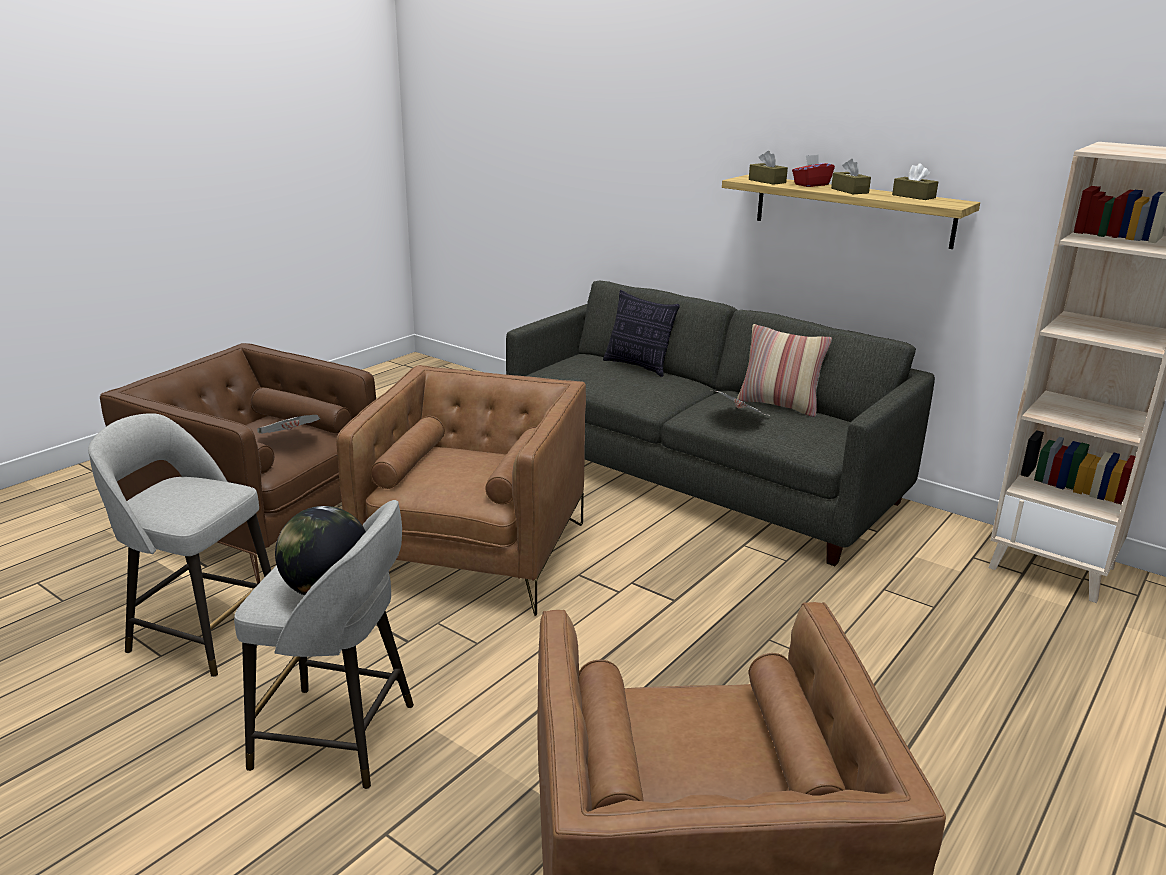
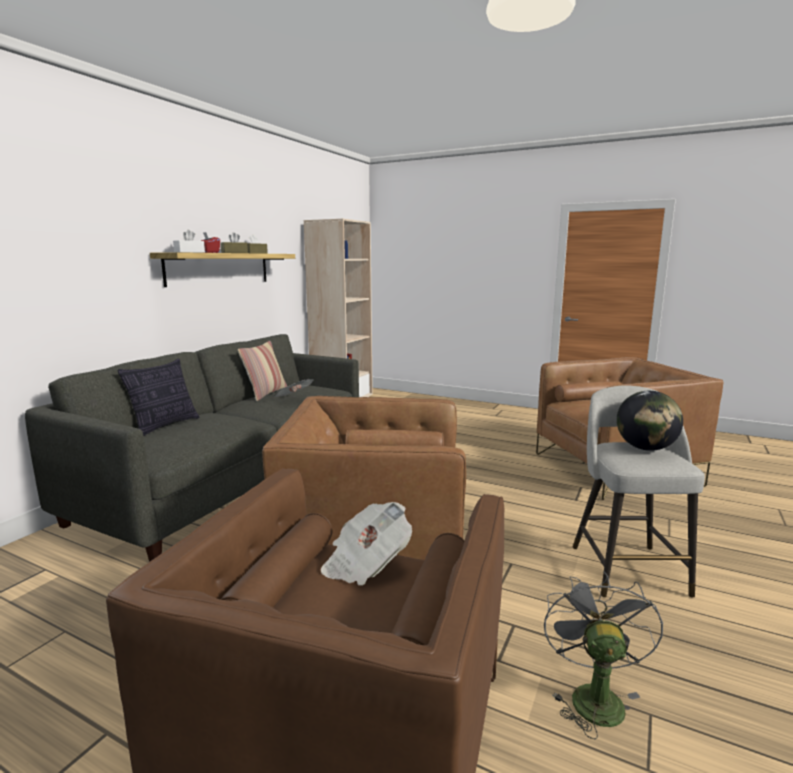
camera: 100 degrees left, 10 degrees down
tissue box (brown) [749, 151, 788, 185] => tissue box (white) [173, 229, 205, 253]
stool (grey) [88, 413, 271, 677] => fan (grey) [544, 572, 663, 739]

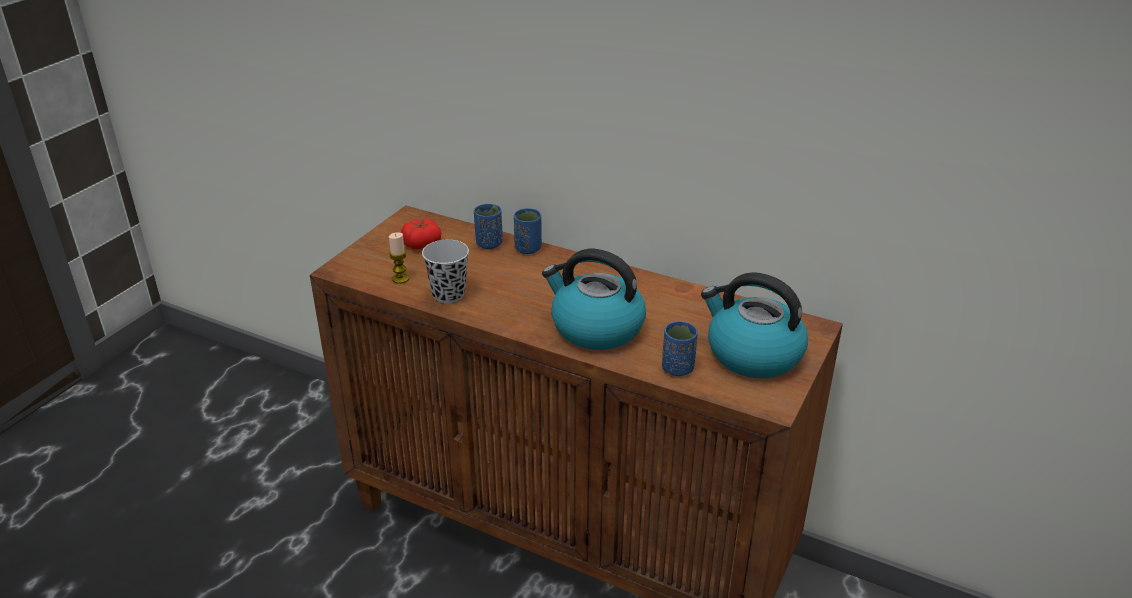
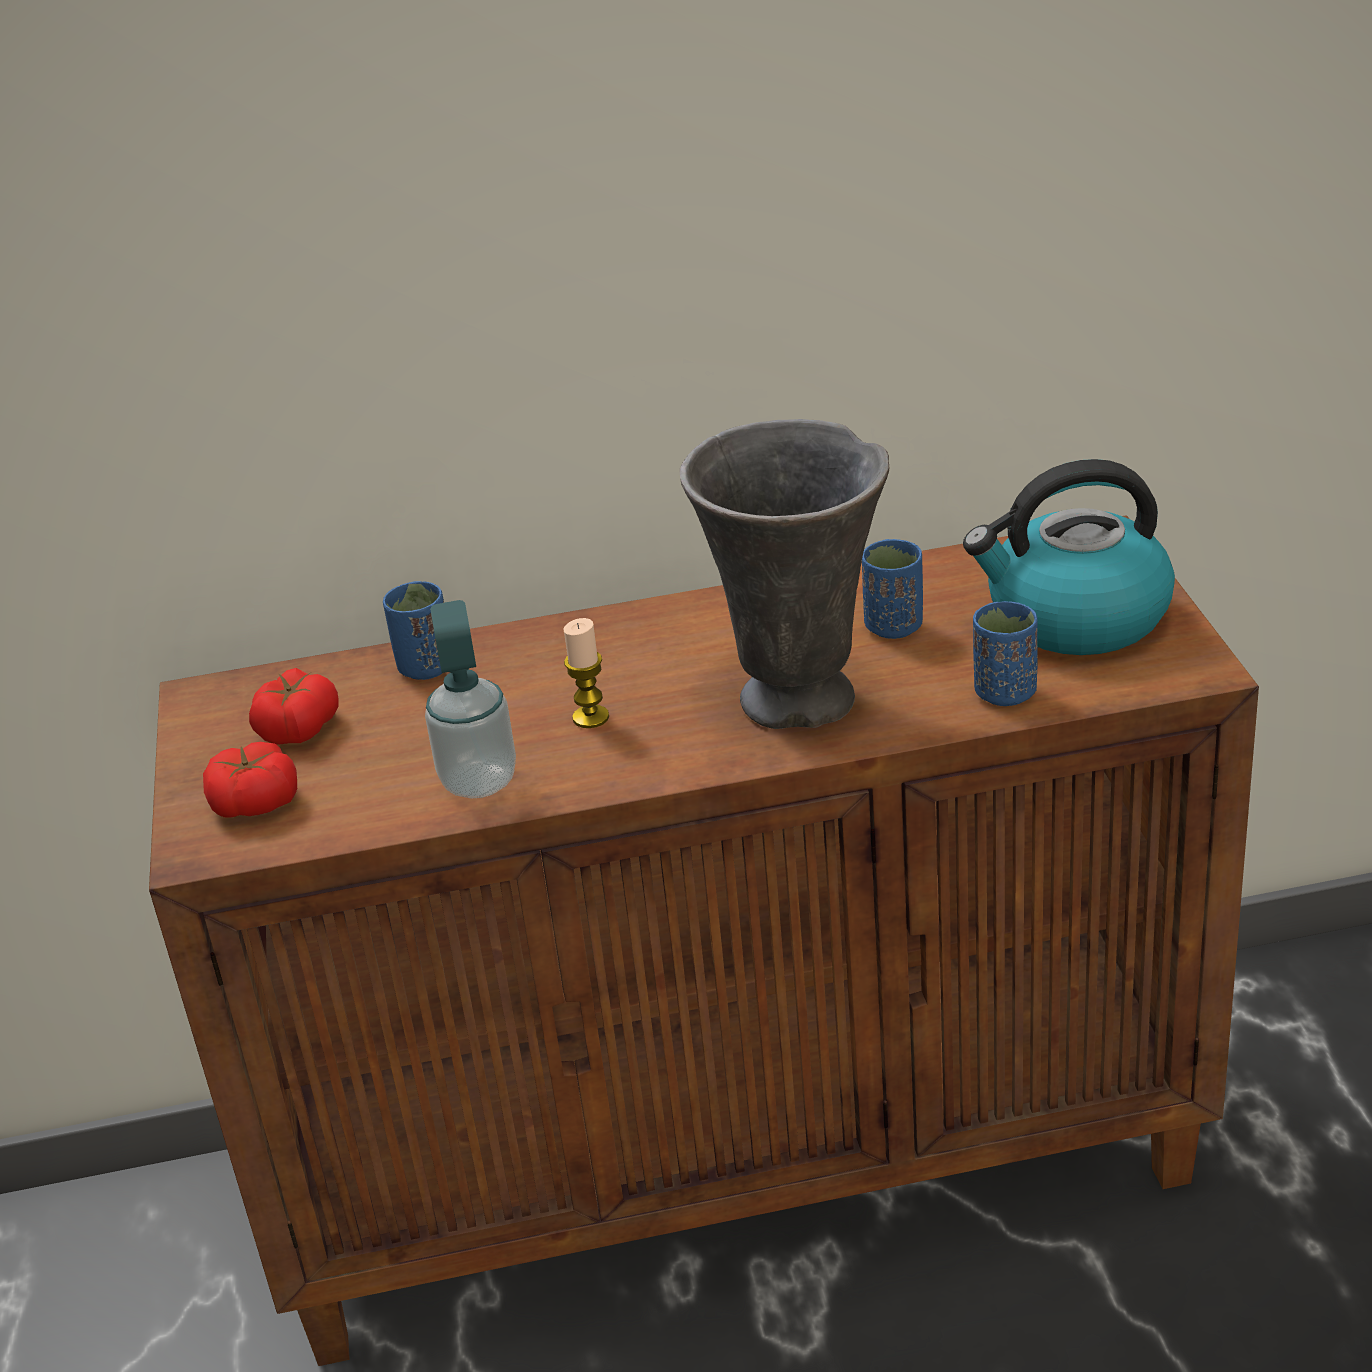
camera: 35 degrees left, 0 degrees up
nothing => tomato [203, 742, 297, 817]
cup (black) [422, 240, 469, 303] => soap dispenser [425, 600, 516, 798]
candle [389, 232, 409, 284] => candle [564, 618, 609, 728], relocated
kettle [542, 249, 646, 350] => vase (grey) [680, 419, 889, 729]
cup (blue) [514, 208, 542, 254] => cup (blue) [862, 539, 923, 639], relocated

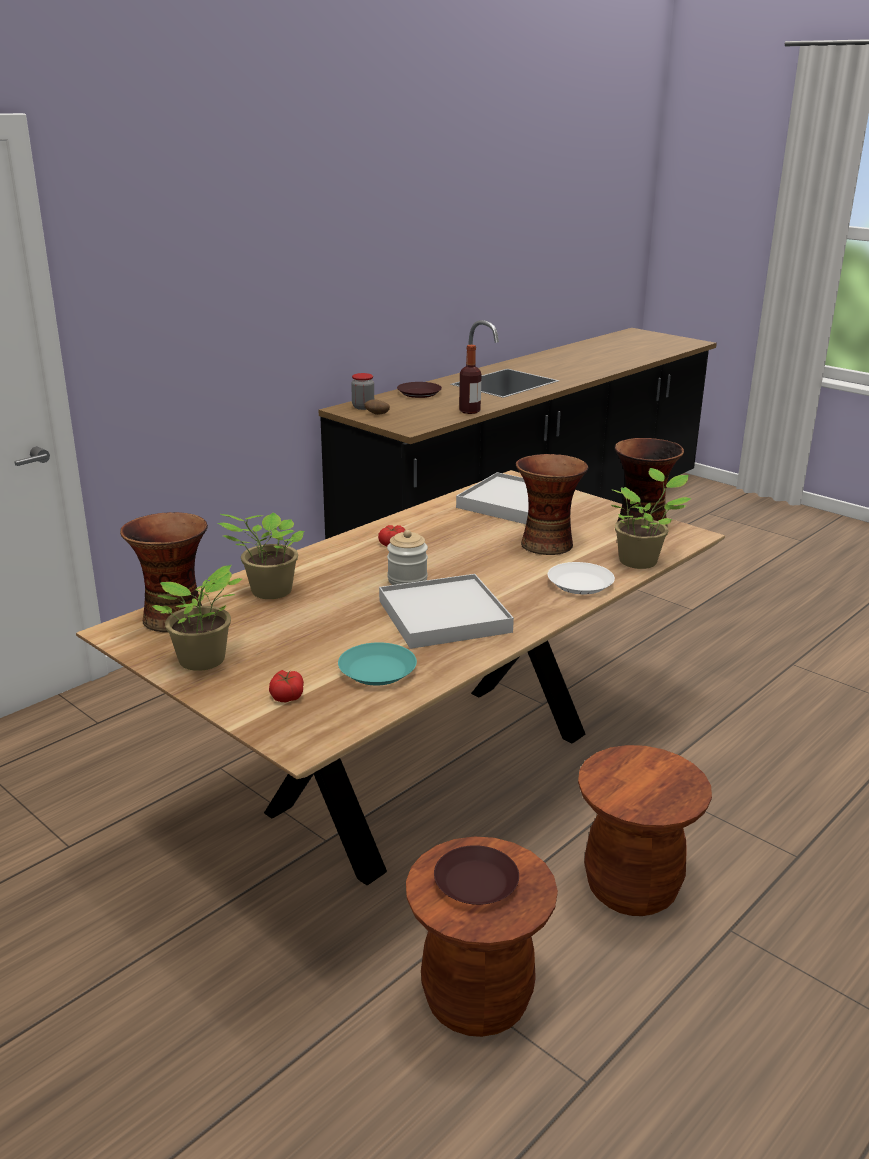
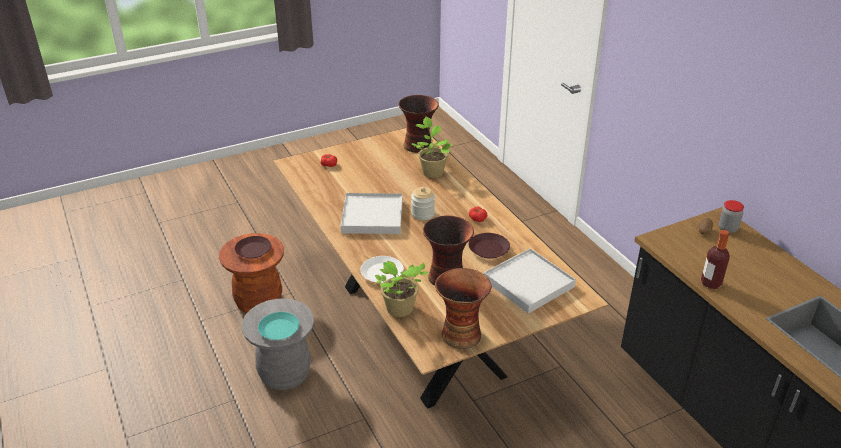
camera: 110 degrees right, 10 degrees up
stool (brown) [578, 745, 712, 916] => stool (grey) [242, 298, 314, 390]
plate (turquoise) [338, 642, 417, 685] => plate (turquoise) [258, 312, 299, 340], relocated
plate (brown) [397, 382, 442, 398] => plate (brown) [469, 233, 510, 259], relocated
potted plant [152, 565, 242, 671] => nothing

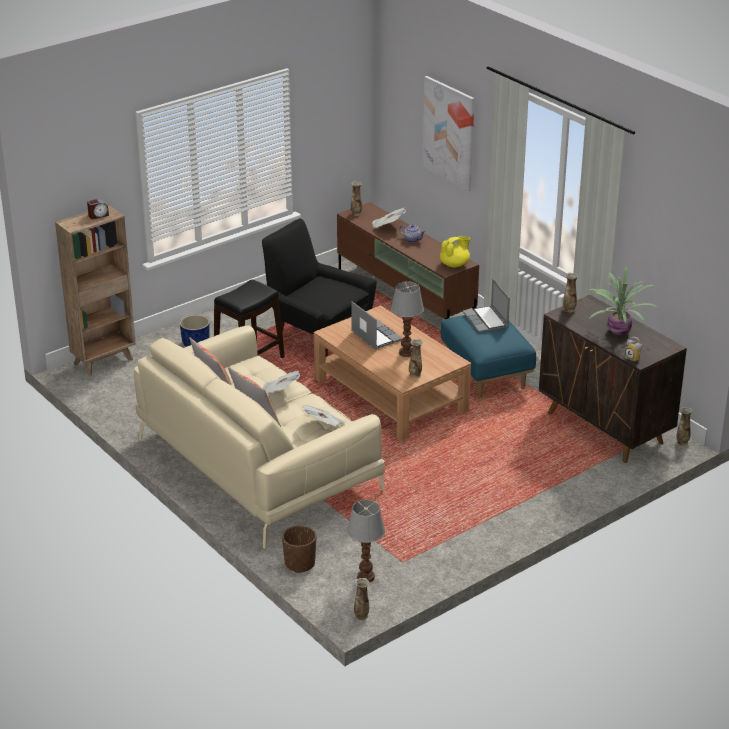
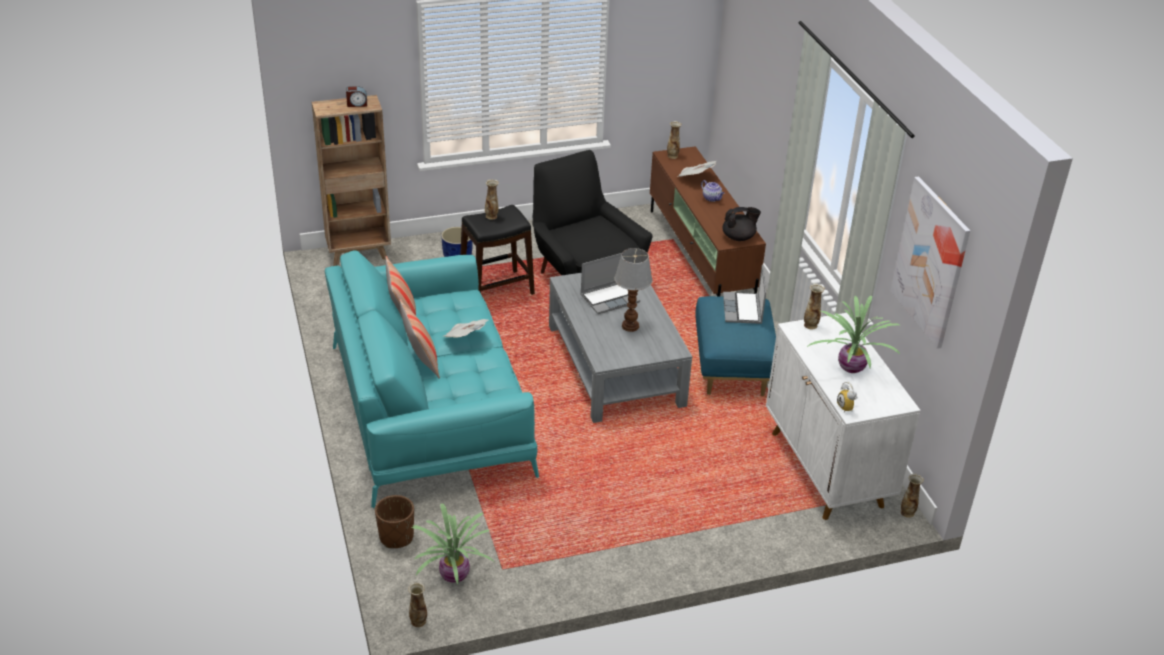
camera: 20 degrees right, 5 degrees up
sofa (beige) [134, 325, 385, 549] => sofa (turquoise) [325, 250, 539, 508]
table lamp [347, 500, 385, 582] => potted plant [411, 503, 494, 585]
vase [409, 339, 423, 378] => vase [485, 179, 499, 220], relocated
coffee table (brown) [314, 306, 471, 441] => coffee table (grey) [549, 273, 692, 423]
laptop [351, 301, 403, 350] => laptop [581, 253, 640, 314], 75 degrees clockwise
teapot (yellow) [440, 236, 470, 268] => teapot (black) [723, 207, 761, 241]
cabinet (brown) [539, 295, 687, 463] => cabinet (white) [766, 313, 921, 520]
picture [423, 76, 474, 192] => picture [891, 176, 970, 349], relocated
newspaper [302, 405, 346, 426] => nothing

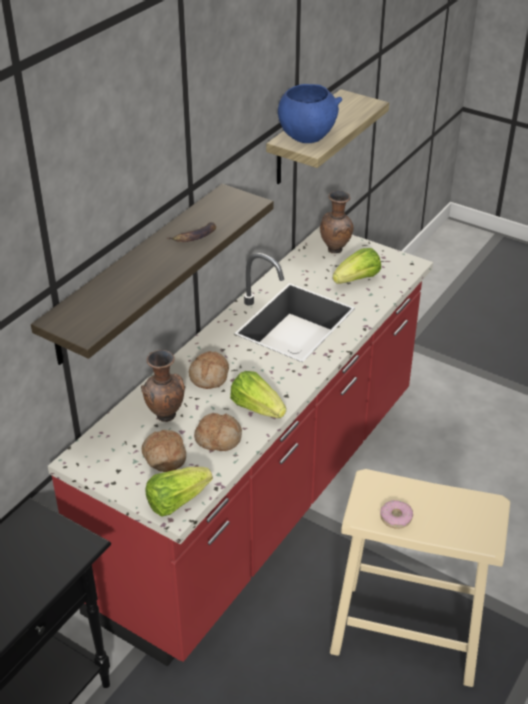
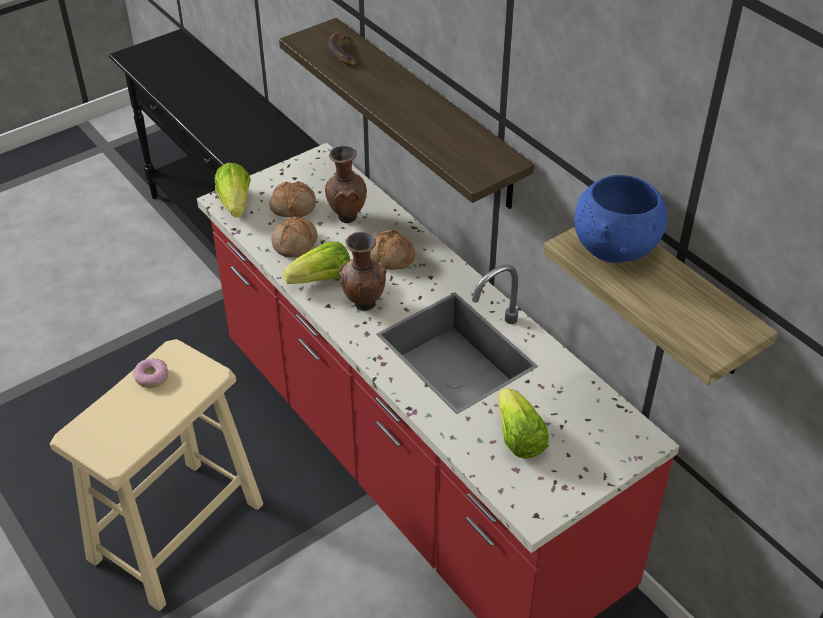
camera: 110 degrees right, 5 degrees up
banana [166, 222, 216, 242] => banana [328, 33, 358, 66], relocated
vase (brown) [320, 191, 353, 254] => vase (brown) [339, 232, 386, 311], relocated

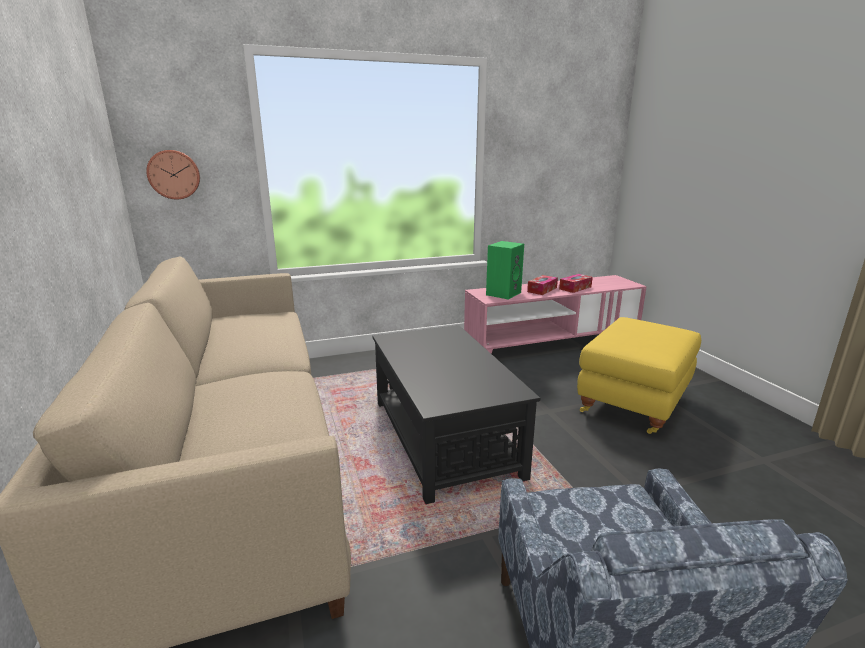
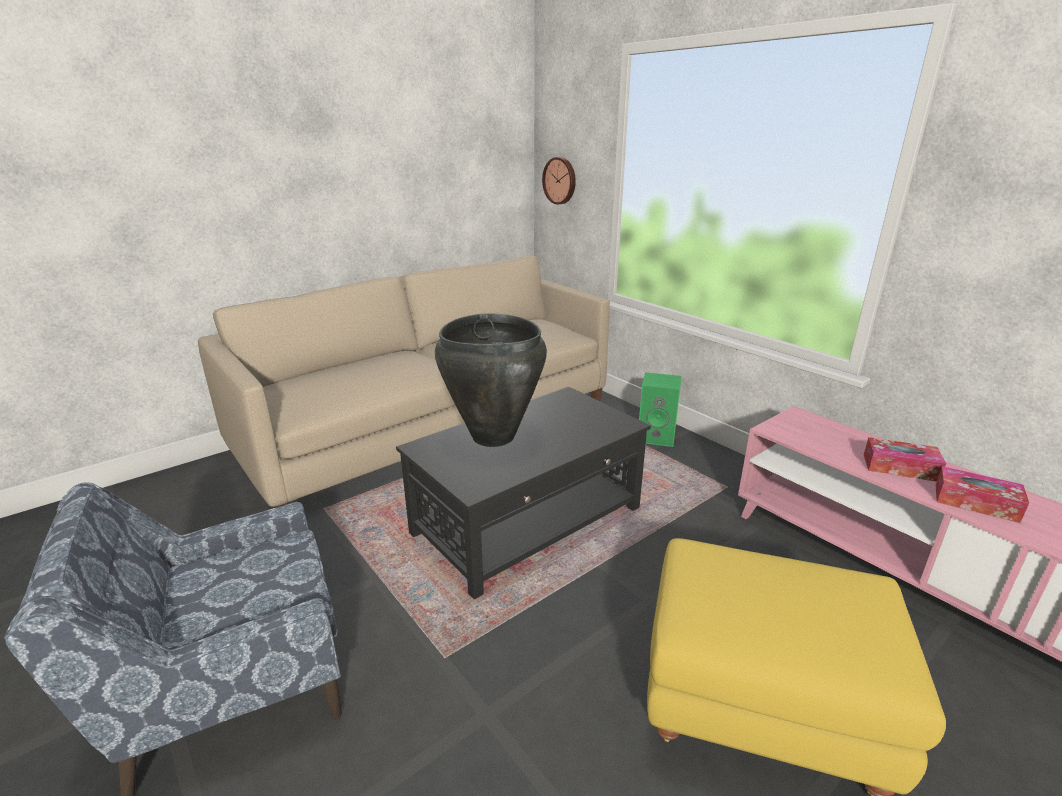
camera: 70 degrees right, 5 degrees up
nothing => vase (black) [435, 313, 547, 447]
speaker (green) [486, 241, 524, 300] => speaker (green) [639, 372, 681, 447], relocated

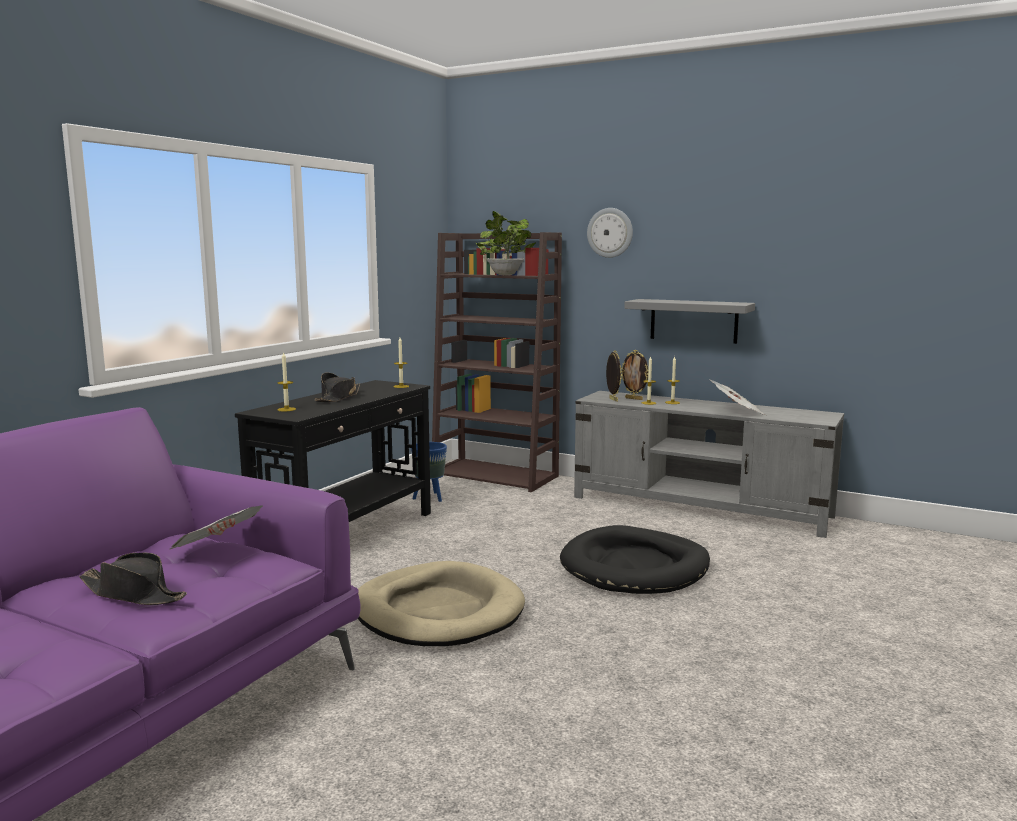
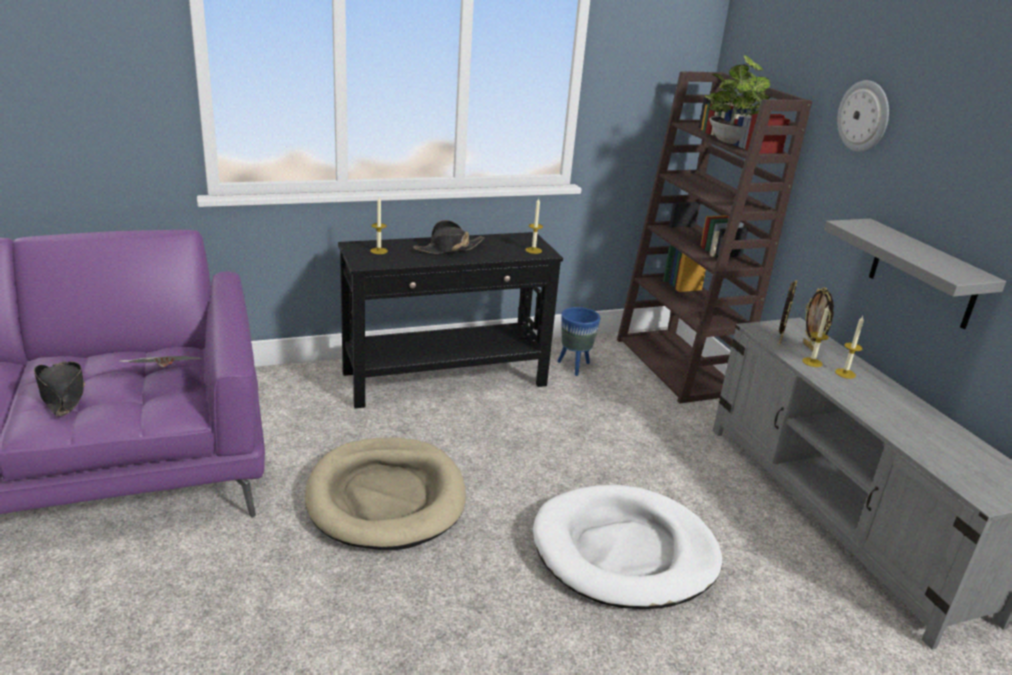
camera: 40 degrees right, 15 degrees up
dog bed (black) [560, 525, 710, 594] => dog bed (white) [533, 485, 722, 609]
newspaper [708, 379, 765, 415] => nothing

